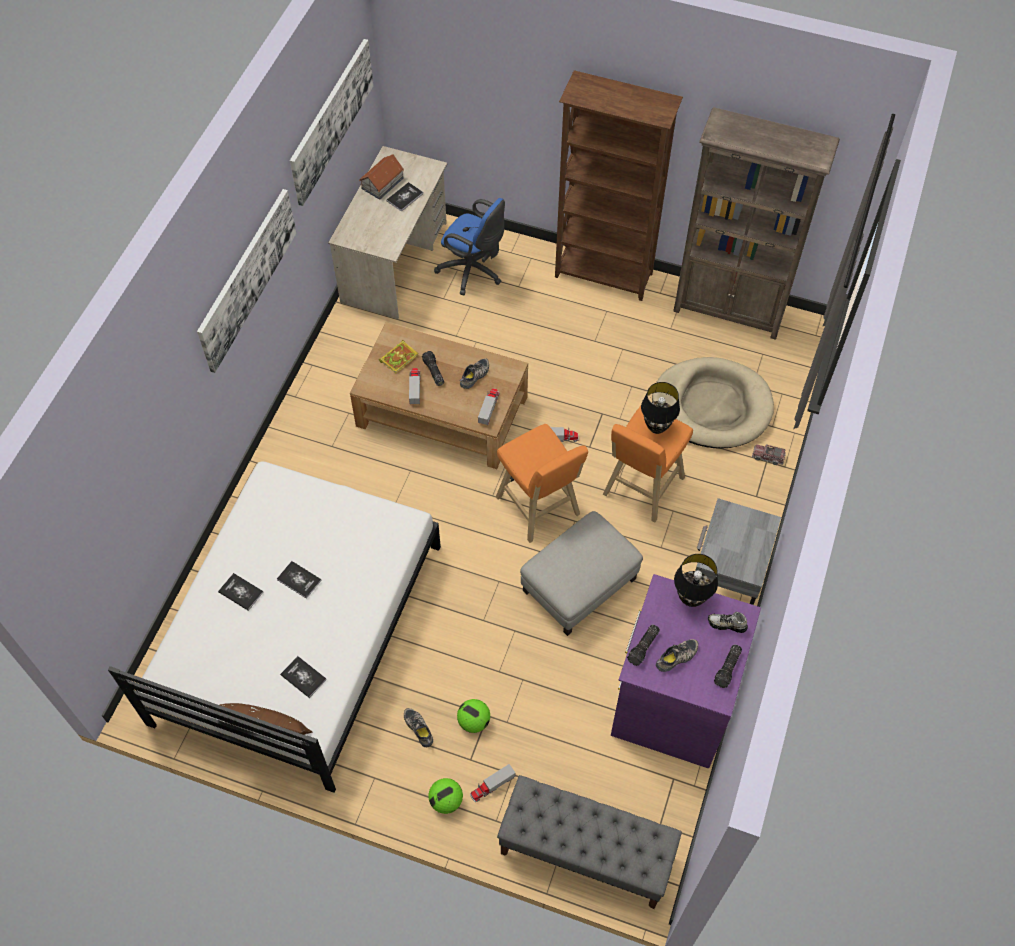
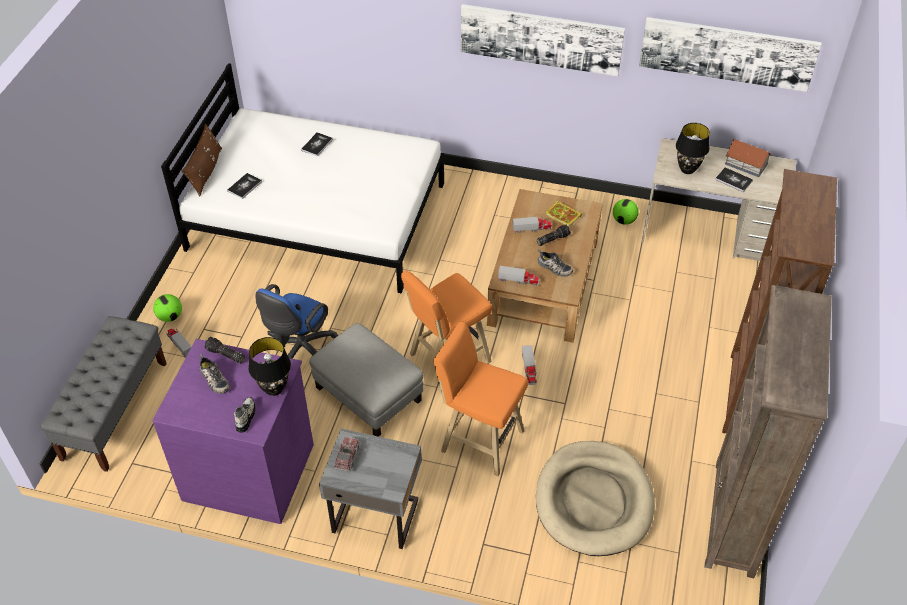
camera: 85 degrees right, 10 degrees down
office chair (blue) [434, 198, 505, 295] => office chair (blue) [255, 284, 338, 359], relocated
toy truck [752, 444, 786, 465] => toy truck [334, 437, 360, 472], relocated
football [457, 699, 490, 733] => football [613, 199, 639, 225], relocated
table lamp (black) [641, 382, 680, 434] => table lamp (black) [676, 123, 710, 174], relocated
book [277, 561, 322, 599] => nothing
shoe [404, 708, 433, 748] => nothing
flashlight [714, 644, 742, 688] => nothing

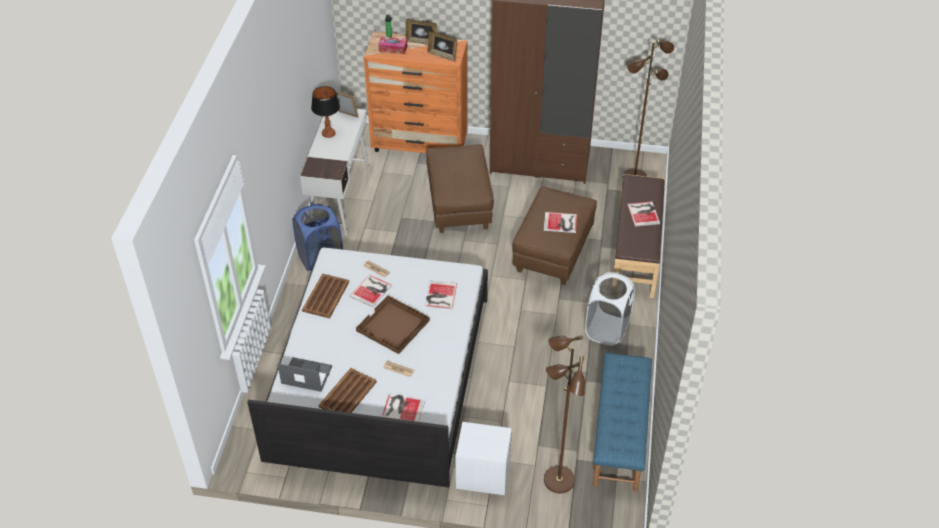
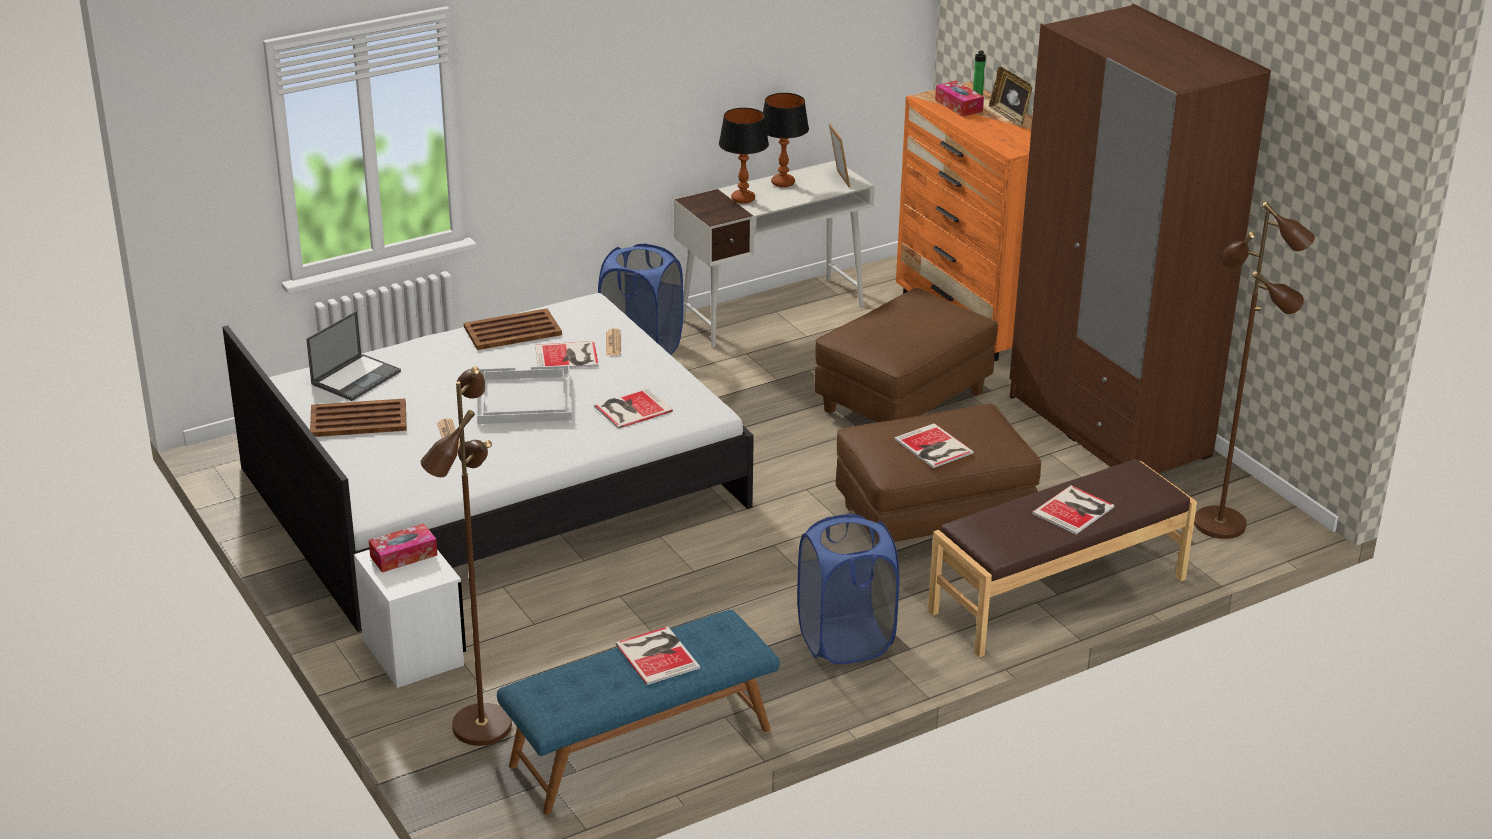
camera: 50 degrees right, 15 degrees down
laptop [277, 357, 332, 392] => laptop [306, 311, 401, 401], 60 degrees clockwise
nothing => tissue box [369, 523, 438, 572]
tray (brown) [356, 295, 430, 354] => tray (white) [477, 365, 572, 424]
book [382, 393, 425, 422] => book [615, 627, 700, 685], relocated
nothing => table lamp [719, 108, 769, 204]
laundry basket (white) [585, 272, 635, 346] => laundry basket (blue) [797, 514, 899, 664]
picture frame [427, 31, 457, 62] => nothing

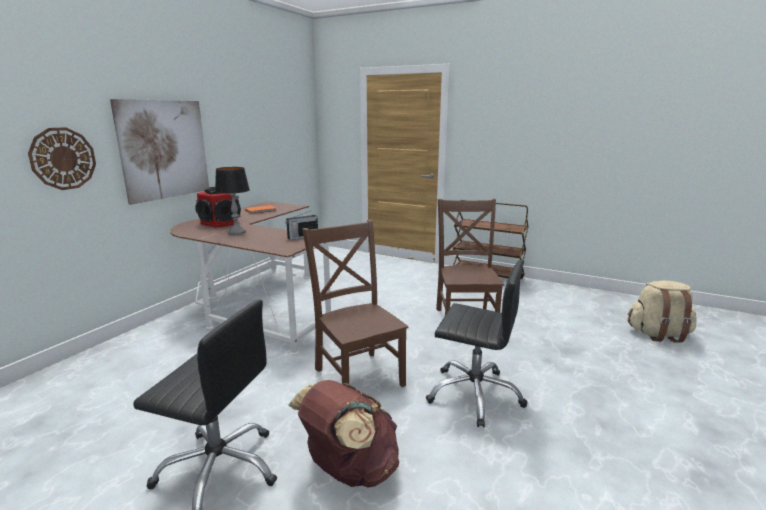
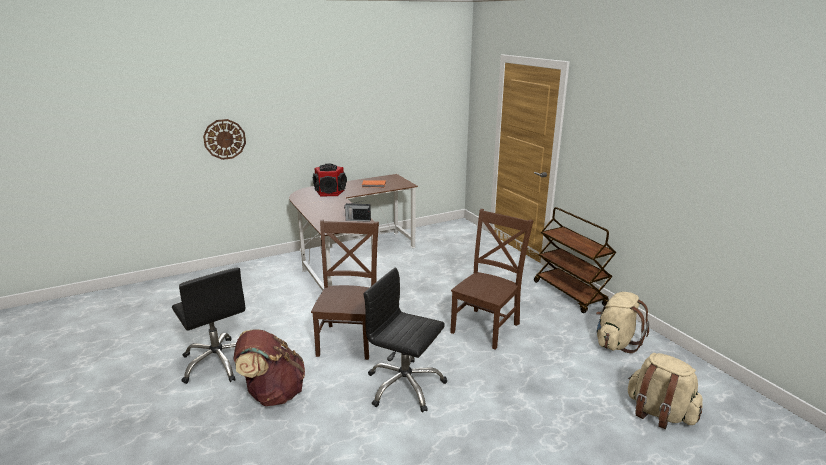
camera: 35 degrees right, 5 degrees up
office chair (black) [426, 260, 527, 427] => office chair (black) [363, 268, 447, 413], 150 degrees clockwise
nothing => backpack (beige) [596, 292, 649, 353]
picture [110, 99, 209, 205] => nothing
table lamp [215, 167, 250, 235] => nothing

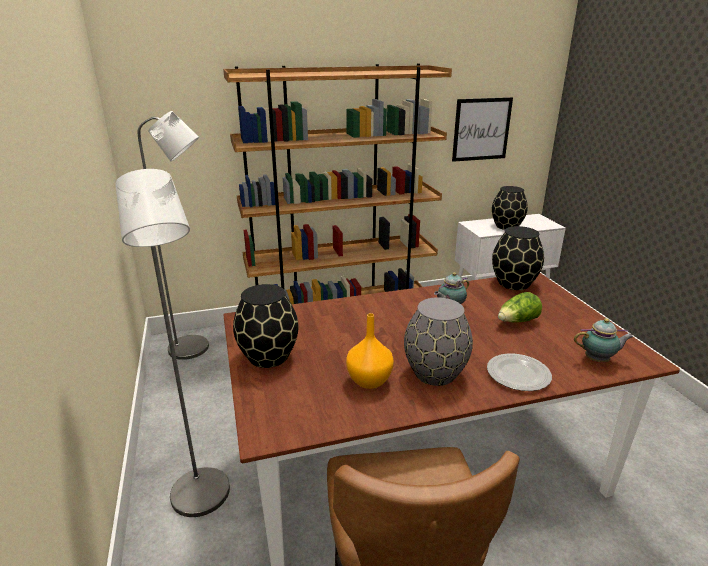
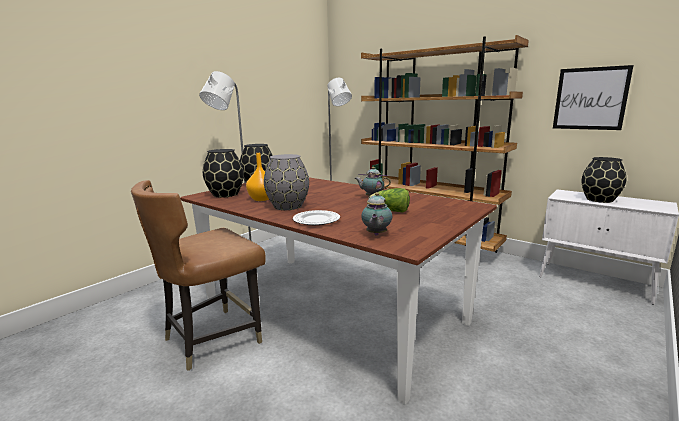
camera: 55 degrees right, 10 degrees down
vase (black) [492, 226, 544, 290] => vase (black) [203, 149, 244, 198], relocated
teapot [574, 318, 633, 362] => teapot [361, 192, 392, 236], 45 degrees clockwise

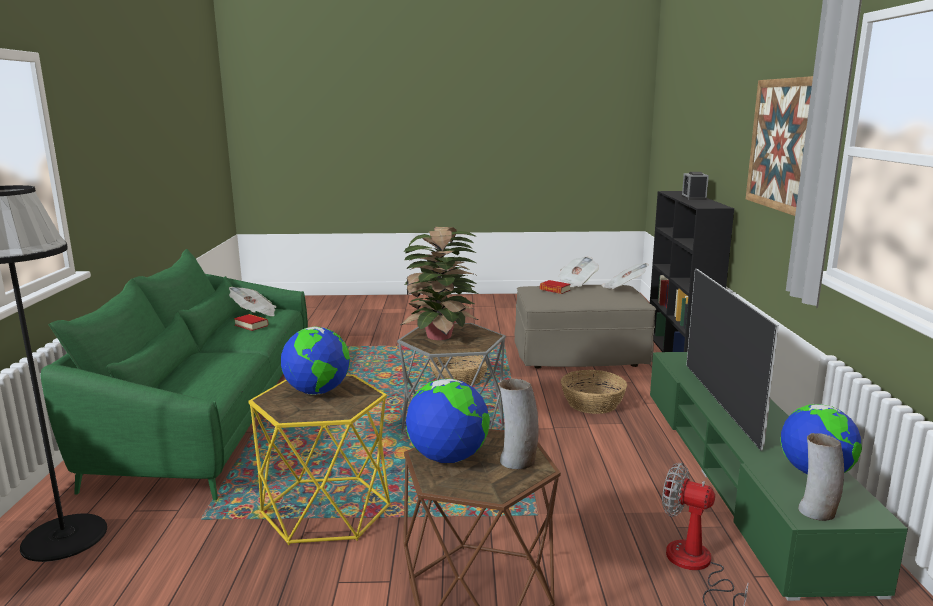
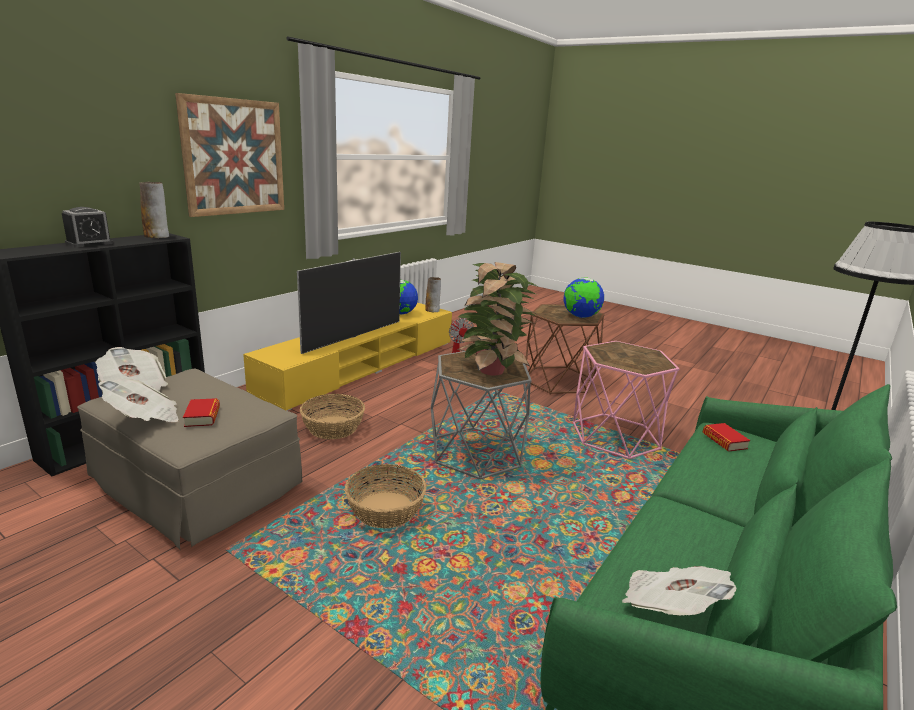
camera: 145 degrees left, 5 degrees up
vase [499, 378, 539, 469] => vase [140, 182, 169, 238], relocated
tv stand (green) [650, 352, 908, 601] => tv stand (yellow) [243, 303, 452, 411]
side table (yellow) [248, 375, 391, 545] => side table (pink) [573, 341, 679, 459]
book [234, 314, 268, 331] => book [703, 423, 750, 451], relocated
globe [281, 326, 350, 395] => nothing

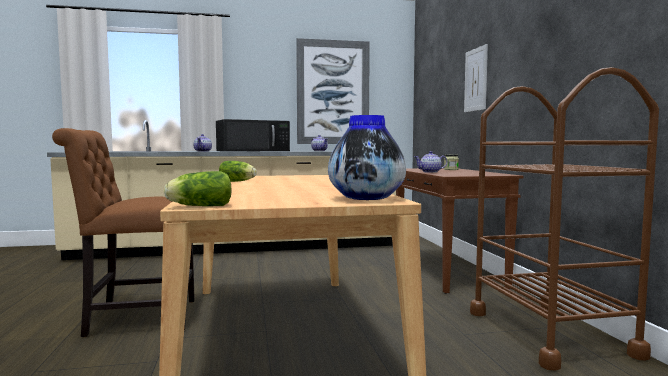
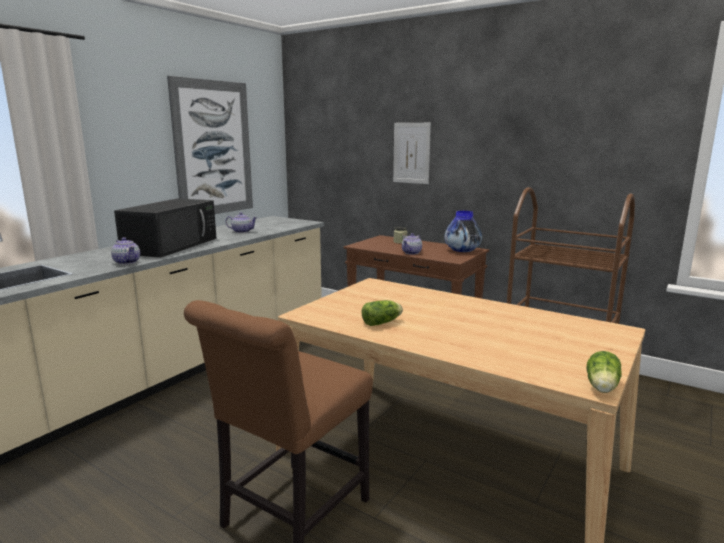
camera: 45 degrees left, 10 degrees up
vase [328, 115, 406, 200] => vase [444, 211, 482, 252], relocated

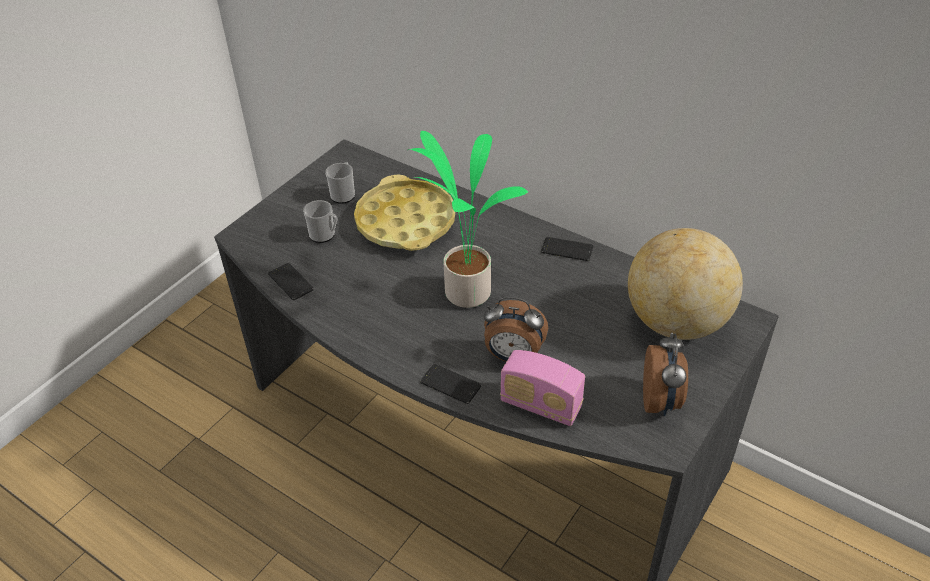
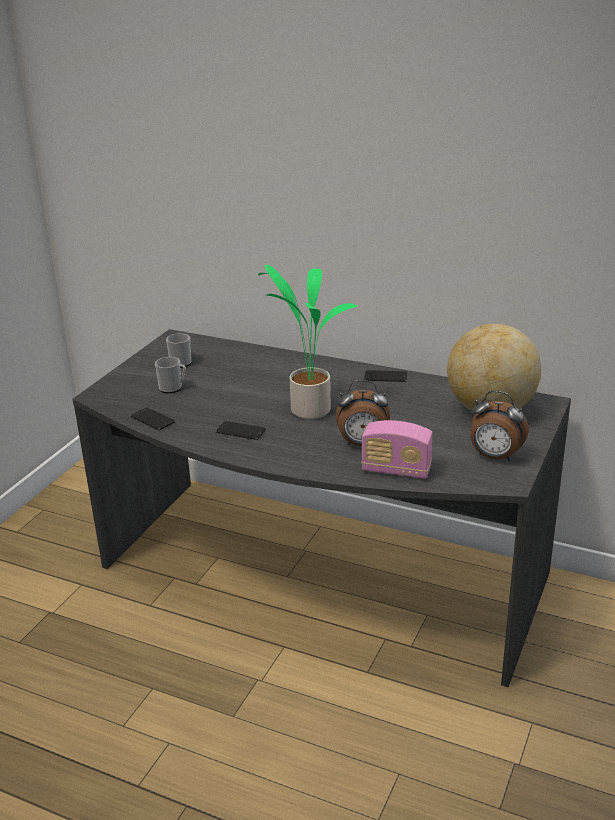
camera: 10 degrees left, 15 degrees down
phone [420, 364, 481, 404] => phone [216, 421, 266, 440], relocated
alarm clock [643, 333, 688, 416] => alarm clock [470, 391, 529, 461], 120 degrees clockwise
tray (yellow) [354, 174, 455, 251] => nothing

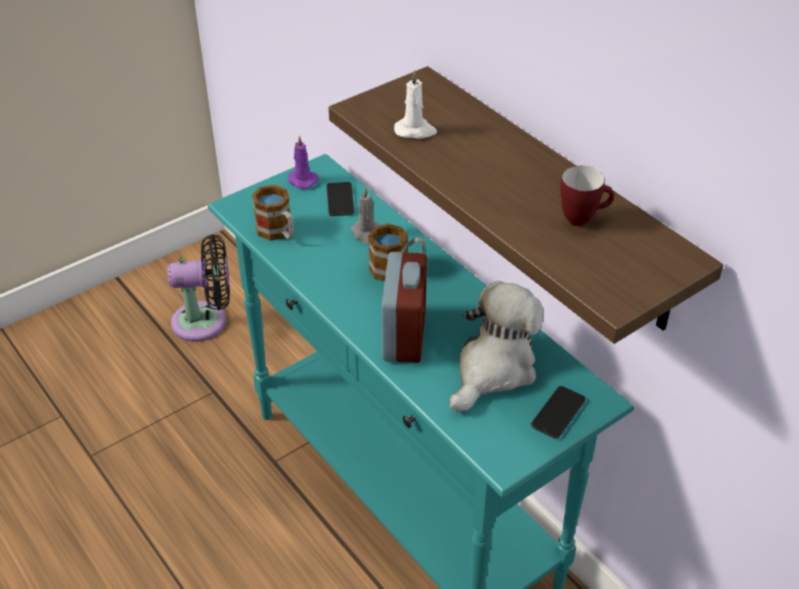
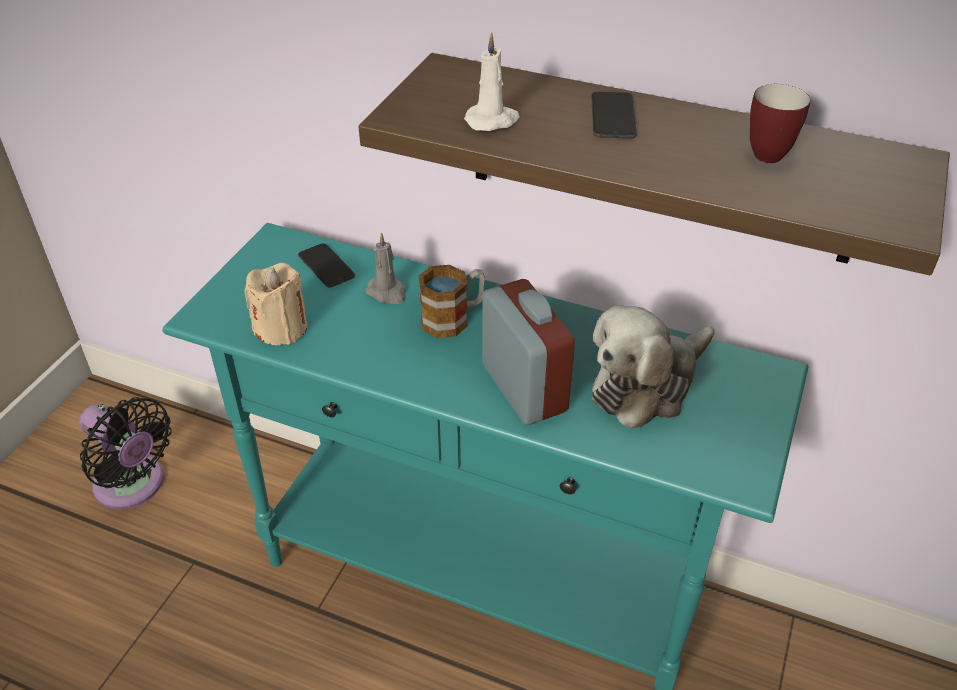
camera: 30 degrees left, 0 degrees up
fan (black) [168, 234, 230, 342] => fan (black) [79, 397, 172, 509], 75 degrees clockwise
mug [252, 185, 294, 241] => candle (beige) [245, 263, 307, 345]
phone [531, 386, 586, 439] => phone [591, 92, 637, 138], relocated
plush toy [449, 281, 544, 412] => plush toy [592, 305, 715, 429], 135 degrees counterclockwise
candle (purple) [288, 136, 318, 189] => nothing

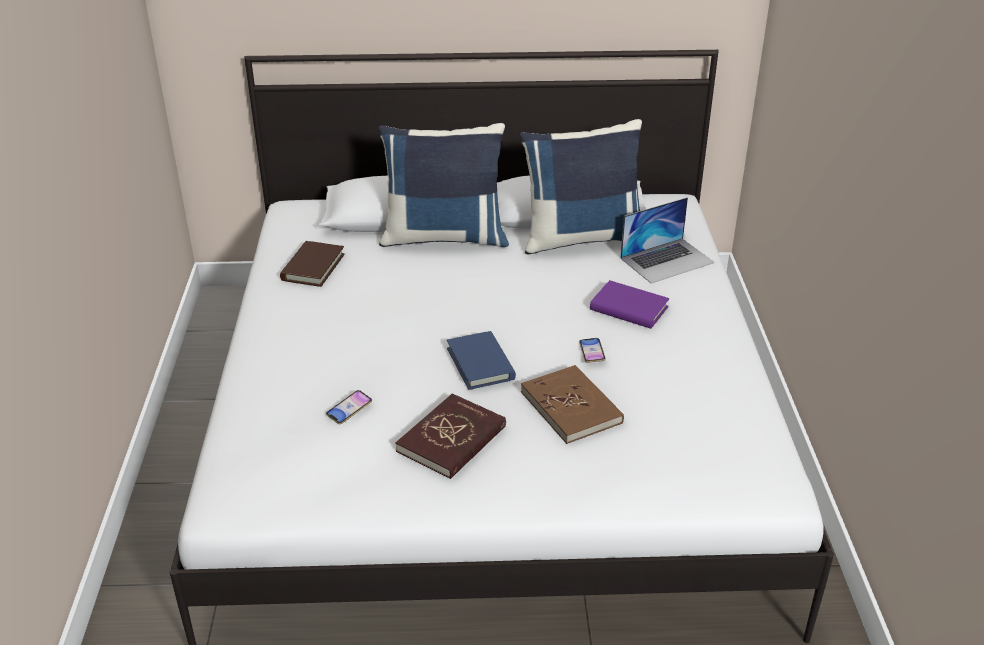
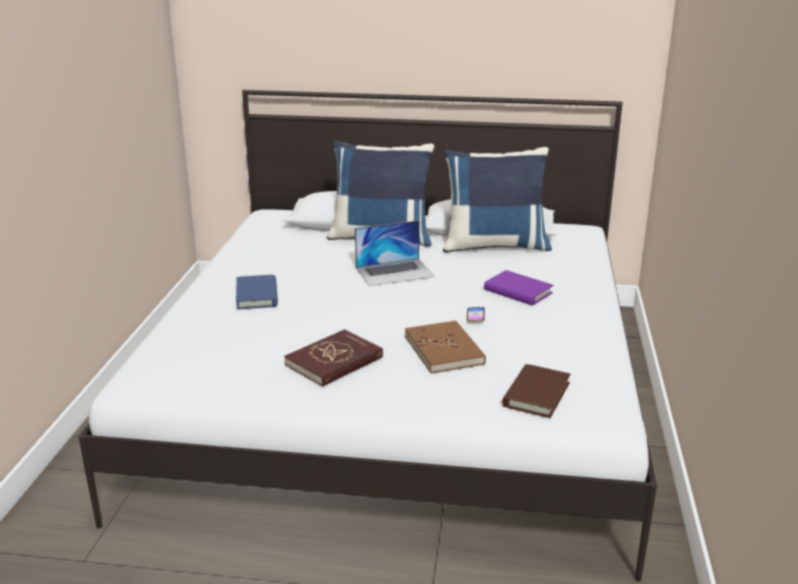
camera: 10 degrees right, 10 degrees down
book (blue) [447, 331, 516, 390] => book (blue) [236, 275, 278, 310], relocated
laptop [620, 197, 715, 283] => laptop [355, 220, 435, 286], relocated
book (brown) [280, 241, 345, 287] => book (brown) [502, 364, 571, 418], relocated
phone [326, 390, 372, 424] => nothing

